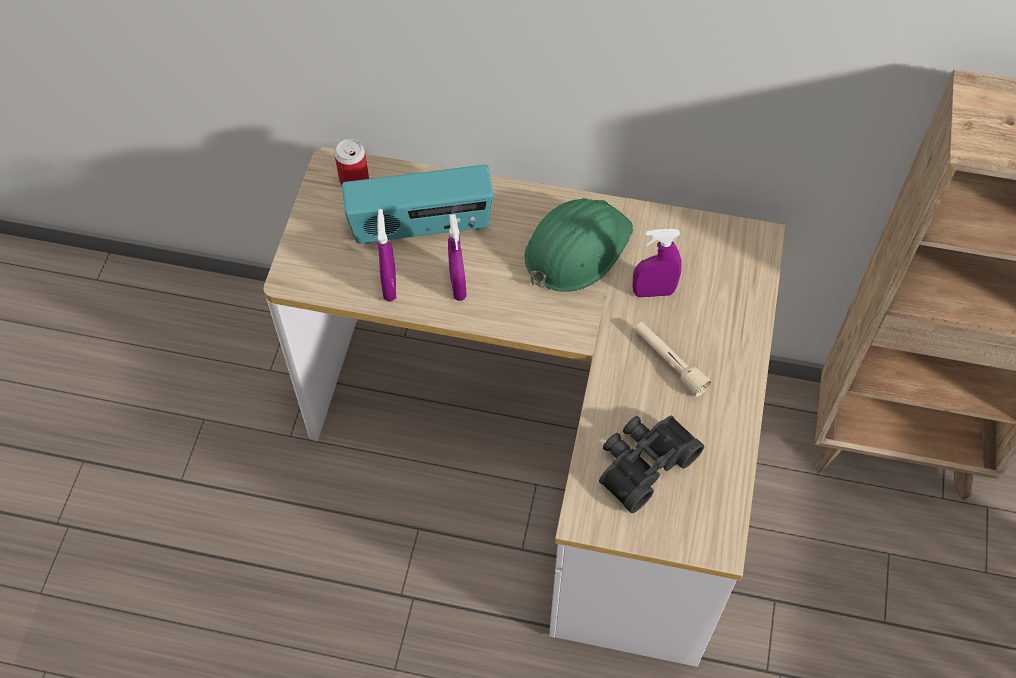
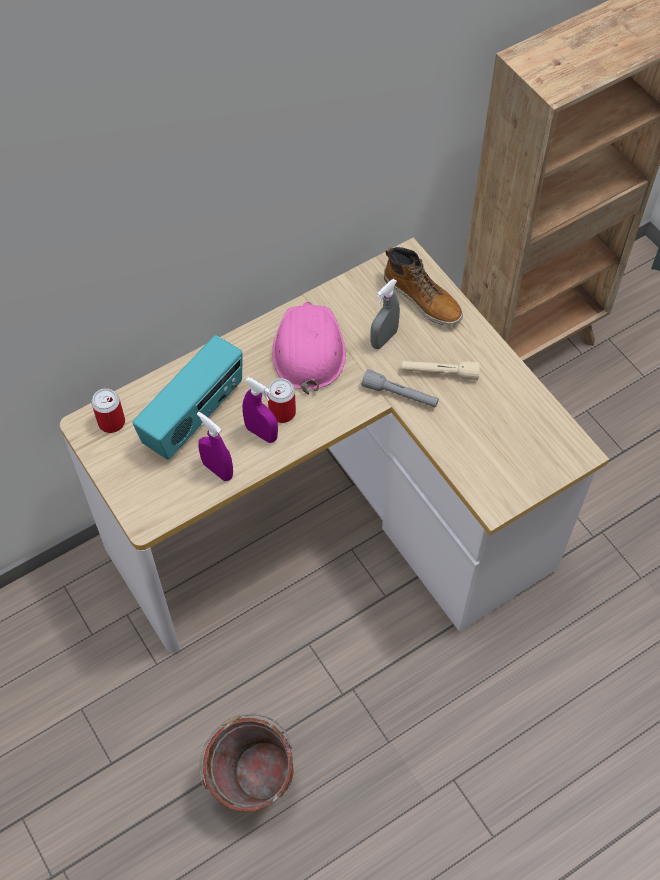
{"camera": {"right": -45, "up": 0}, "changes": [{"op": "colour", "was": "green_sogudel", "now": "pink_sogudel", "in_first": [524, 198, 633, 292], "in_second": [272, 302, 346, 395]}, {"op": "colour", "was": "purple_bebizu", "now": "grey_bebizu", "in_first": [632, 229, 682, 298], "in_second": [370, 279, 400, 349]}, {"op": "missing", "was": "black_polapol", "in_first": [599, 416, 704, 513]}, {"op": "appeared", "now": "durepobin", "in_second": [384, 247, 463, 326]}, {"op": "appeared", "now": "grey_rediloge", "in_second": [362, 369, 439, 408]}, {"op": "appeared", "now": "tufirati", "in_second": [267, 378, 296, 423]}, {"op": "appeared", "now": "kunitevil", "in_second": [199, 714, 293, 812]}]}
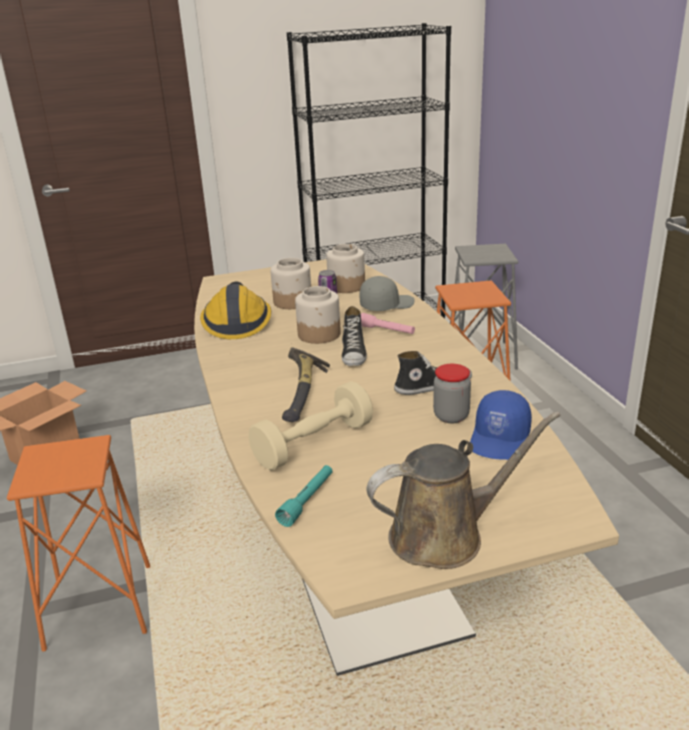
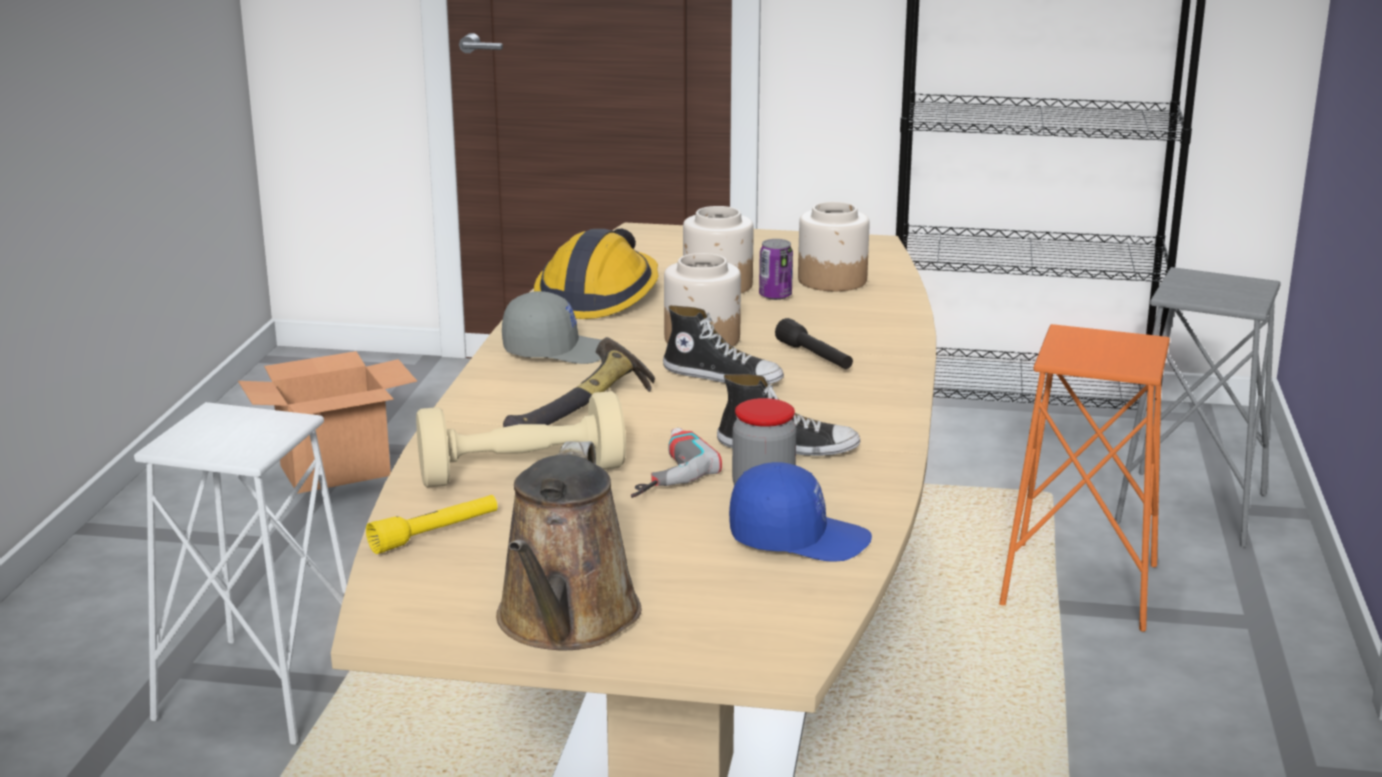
{"camera": {"right": 25, "up": -5}, "changes": [{"op": "relocated", "was": "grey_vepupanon", "in_first": [360, 276, 415, 311], "in_second": [502, 291, 601, 364]}, {"op": "spun", "was": "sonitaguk", "in_first": [342, 306, 367, 366], "in_second": [663, 305, 784, 384], "clockwise": -90}, {"op": "colour", "was": "pink_rediloge", "now": "black_rediloge", "in_first": [361, 313, 415, 334], "in_second": [775, 318, 853, 369]}, {"op": "spun", "was": "blue_vepupanon", "in_first": [470, 390, 532, 460], "in_second": [729, 462, 872, 562], "clockwise": -135}, {"op": "spun", "was": "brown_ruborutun", "in_first": [366, 411, 561, 569], "in_second": [496, 441, 642, 650], "clockwise": 90}, {"op": "colour", "was": "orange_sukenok", "now": "white_sukenok", "in_first": [7, 435, 150, 651], "in_second": [134, 402, 348, 745]}, {"op": "colour", "was": "turquoise_rediloge", "now": "yellow_rediloge", "in_first": [275, 465, 333, 527], "in_second": [366, 495, 497, 554]}, {"op": "appeared", "now": "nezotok", "in_second": [631, 428, 722, 498]}]}
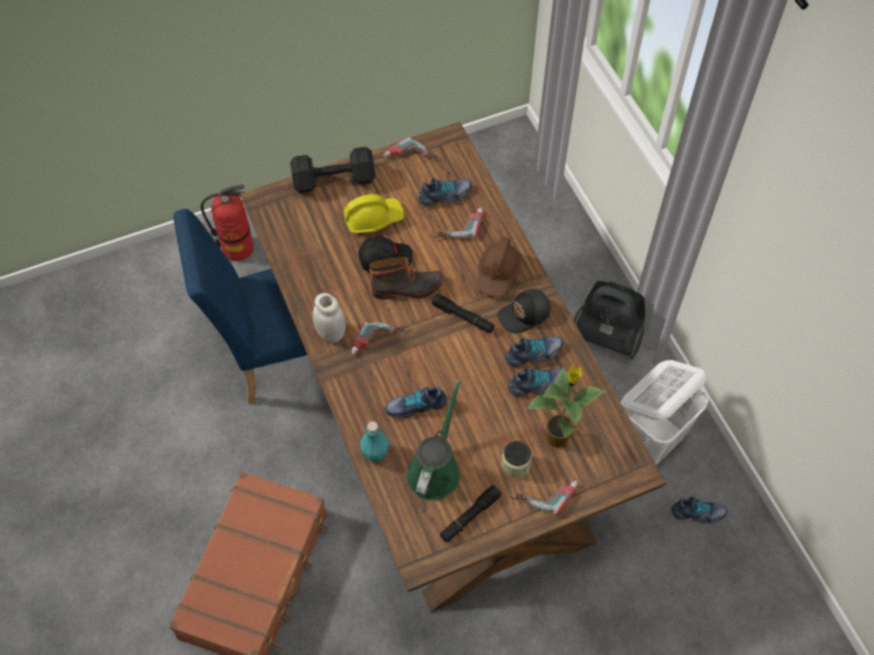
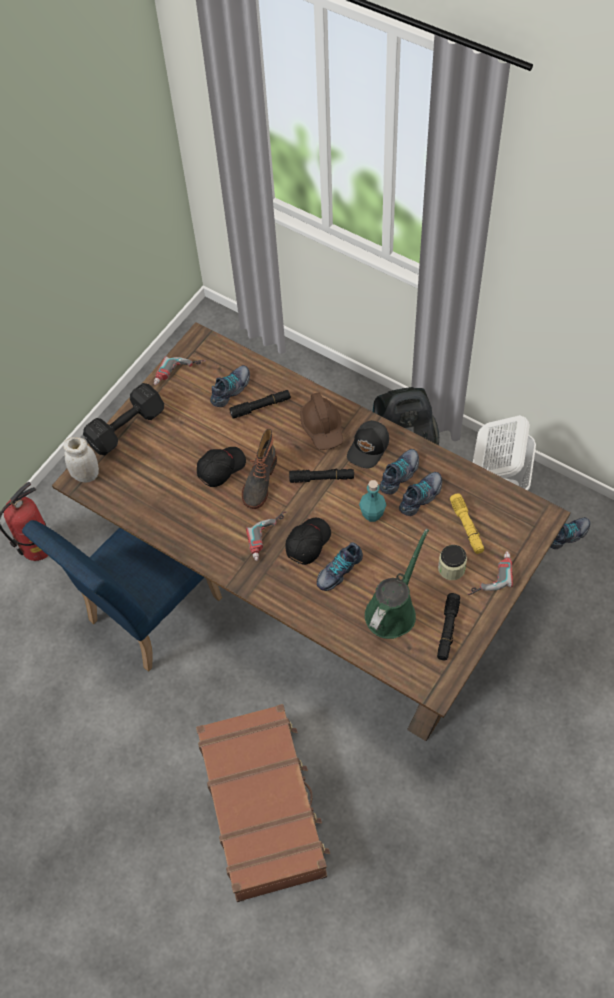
{"camera": {"right": -30, "up": 0}, "changes": [{"op": "missing", "was": "yellow_sogudel", "in_first": [344, 194, 404, 235]}, {"op": "exchanged", "was": "nezotok", "now": "black_rediloge", "in_first": [432, 208, 483, 239], "in_second": [229, 390, 291, 418]}, {"op": "spun", "was": "durepobin", "in_first": [370, 257, 444, 299], "in_second": [242, 429, 277, 509], "clockwise": 150}, {"op": "relocated", "was": "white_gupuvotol", "in_first": [313, 293, 346, 343], "in_second": [63, 437, 99, 482]}, {"op": "exchanged", "was": "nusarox", "now": "yellow_rediloge", "in_first": [527, 366, 607, 448], "in_second": [450, 493, 484, 554]}, {"op": "spun", "was": "green_ruborutun", "in_first": [406, 380, 461, 501], "in_second": [365, 529, 429, 639], "clockwise": 45}, {"op": "relocated", "was": "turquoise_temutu", "in_first": [360, 422, 389, 462], "in_second": [359, 480, 386, 522]}, {"op": "appeared", "now": "black_vepupanon", "in_second": [285, 518, 331, 565]}]}
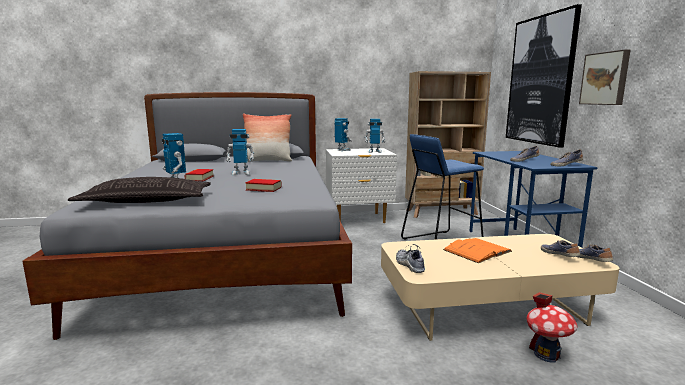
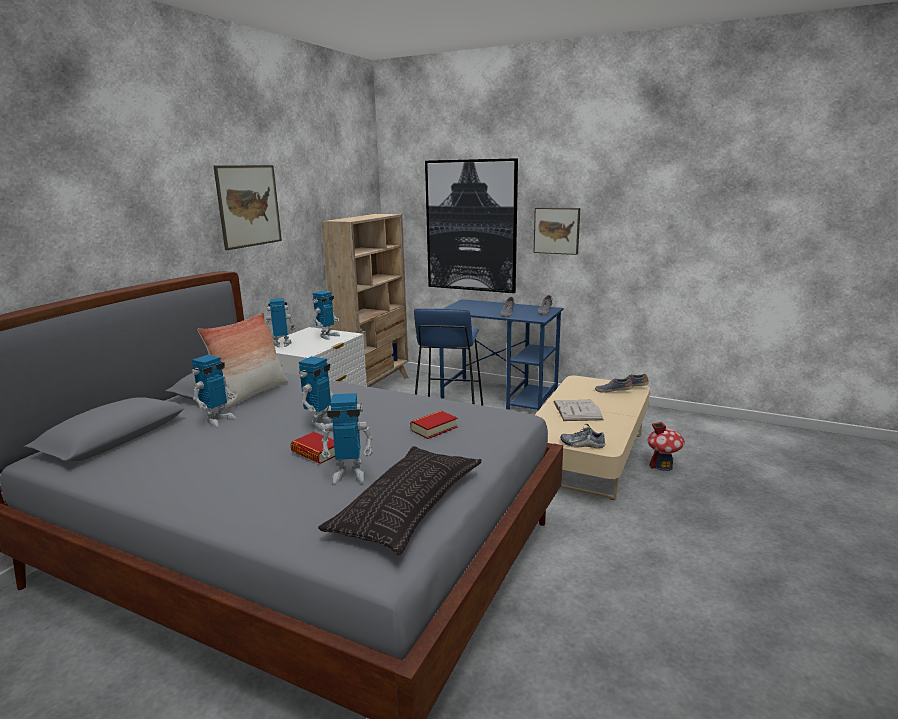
{"camera": {"right": -55, "up": 5}, "changes": [{"op": "colour", "was": "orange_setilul", "now": "white_setilul", "in_first": [443, 238, 512, 263], "in_second": [553, 400, 603, 421]}, {"op": "appeared", "now": "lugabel", "in_second": [213, 165, 282, 250]}, {"op": "appeared", "now": "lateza", "in_second": [191, 355, 236, 427]}]}
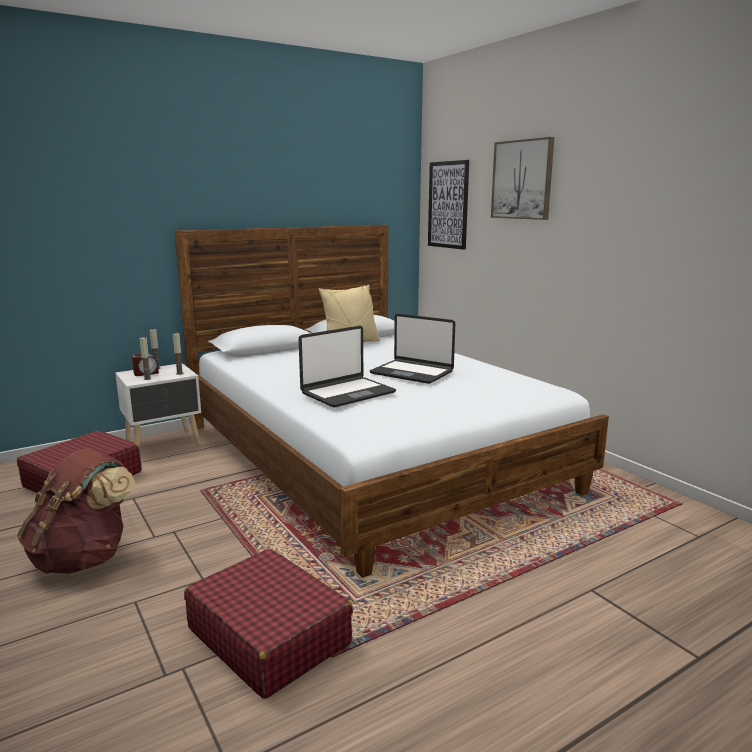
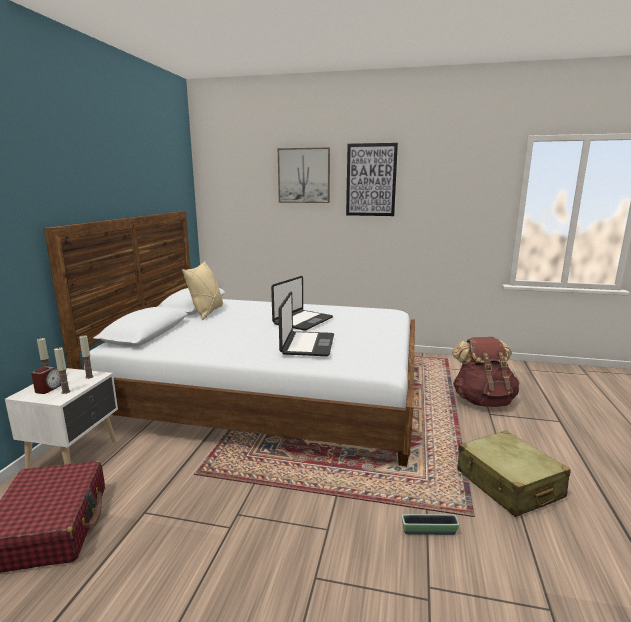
{"camera": {"right": -45, "up": 0}, "changes": [{"op": "relocated", "was": "lugabel", "in_first": [428, 160, 469, 250], "in_second": [346, 143, 398, 216]}, {"op": "spun", "was": "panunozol", "in_first": [370, 314, 455, 384], "in_second": [271, 276, 333, 331], "clockwise": -45}, {"op": "relocated", "was": "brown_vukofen", "in_first": [17, 448, 135, 574], "in_second": [452, 337, 519, 407]}, {"op": "exchanged", "was": "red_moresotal", "now": "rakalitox", "in_first": [184, 549, 353, 699], "in_second": [402, 514, 459, 535]}, {"op": "appeared", "now": "beige_moresotal", "in_second": [457, 430, 571, 517]}]}
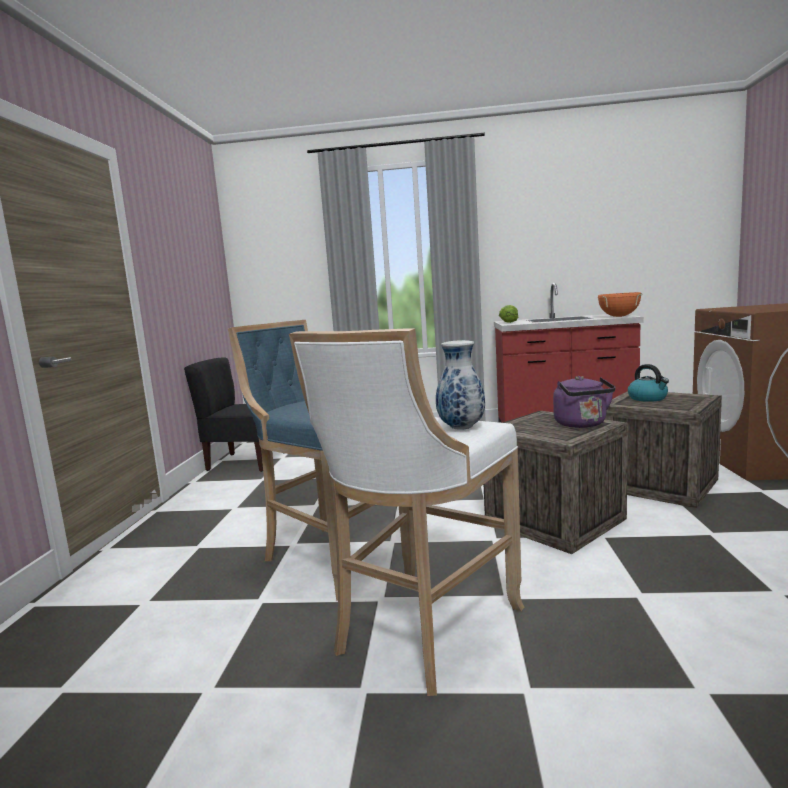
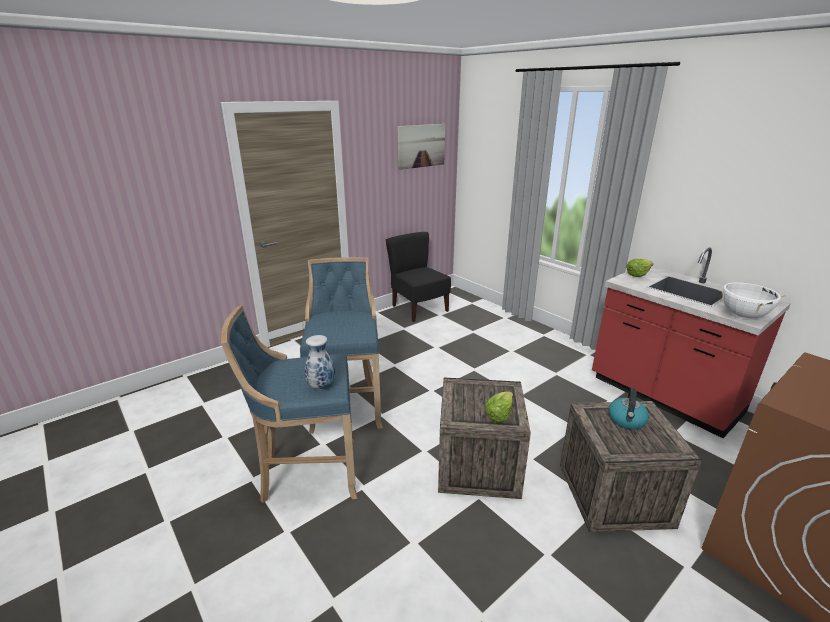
{"camera": {"right": 45, "up": 15}, "changes": [{"op": "colour", "was": "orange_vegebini", "now": "white_vegebini", "in_first": [598, 292, 643, 317], "in_second": [718, 282, 786, 318]}, {"op": "colour", "was": "white_sukenok", "now": "blue_sukenok", "in_first": [289, 328, 524, 696], "in_second": [221, 305, 357, 503]}, {"op": "exchanged", "was": "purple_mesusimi", "now": "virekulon", "in_first": [553, 376, 616, 428], "in_second": [484, 392, 513, 422]}, {"op": "appeared", "now": "lugabel", "in_second": [398, 124, 445, 170]}]}
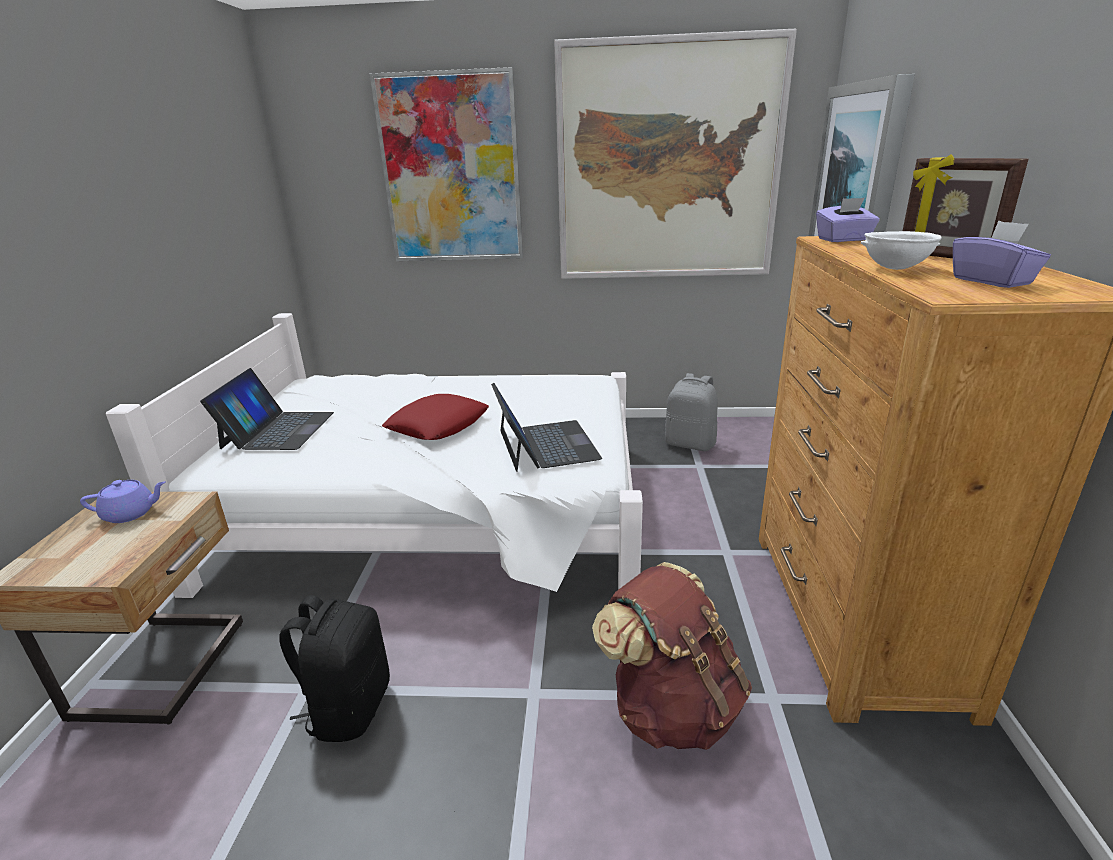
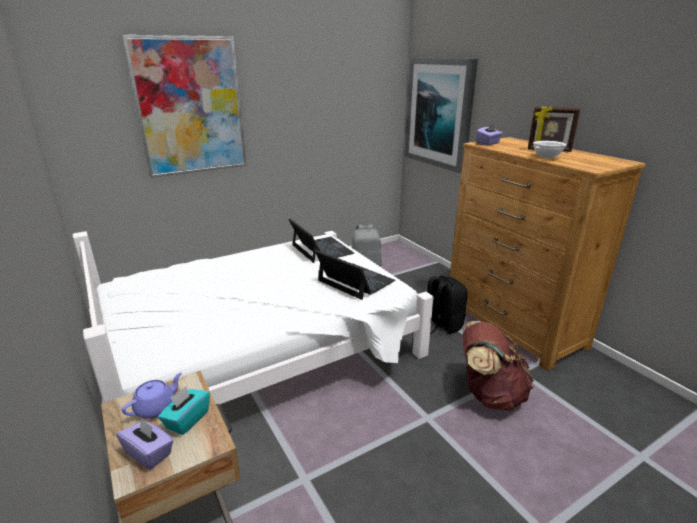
{"camera": {"right": -35, "up": 0}, "changes": [{"op": "missing", "was": "lugabel", "in_first": [554, 29, 797, 279]}, {"op": "relocated", "was": "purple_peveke", "in_first": [953, 221, 1051, 288], "in_second": [117, 418, 173, 470]}, {"op": "relocated", "was": "panunozol", "in_first": [200, 368, 334, 450], "in_second": [288, 218, 354, 263]}, {"op": "missing", "was": "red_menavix", "in_first": [382, 394, 489, 440]}, {"op": "relocated", "was": "black_vukofen", "in_first": [279, 595, 390, 742], "in_second": [427, 275, 467, 334]}, {"op": "appeared", "now": "turquoise_peveke", "in_second": [158, 386, 210, 435]}]}
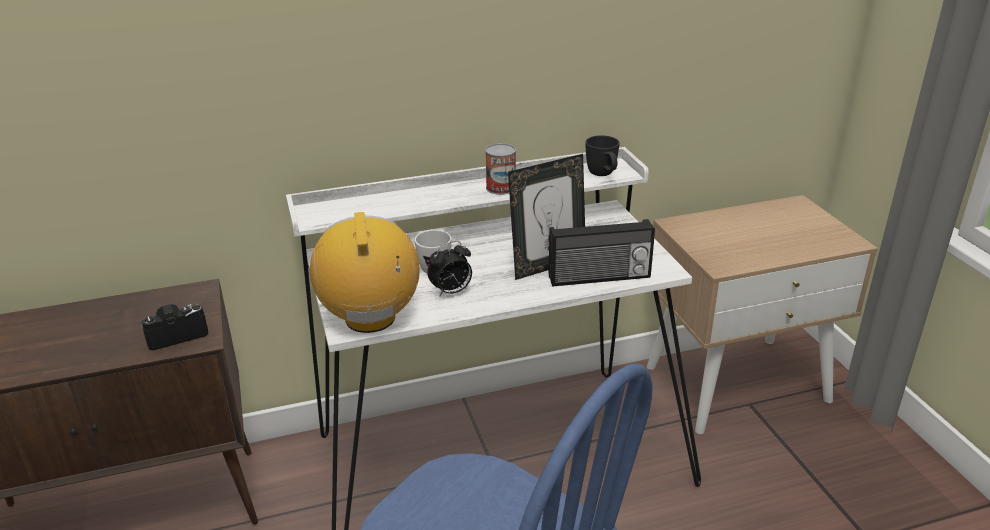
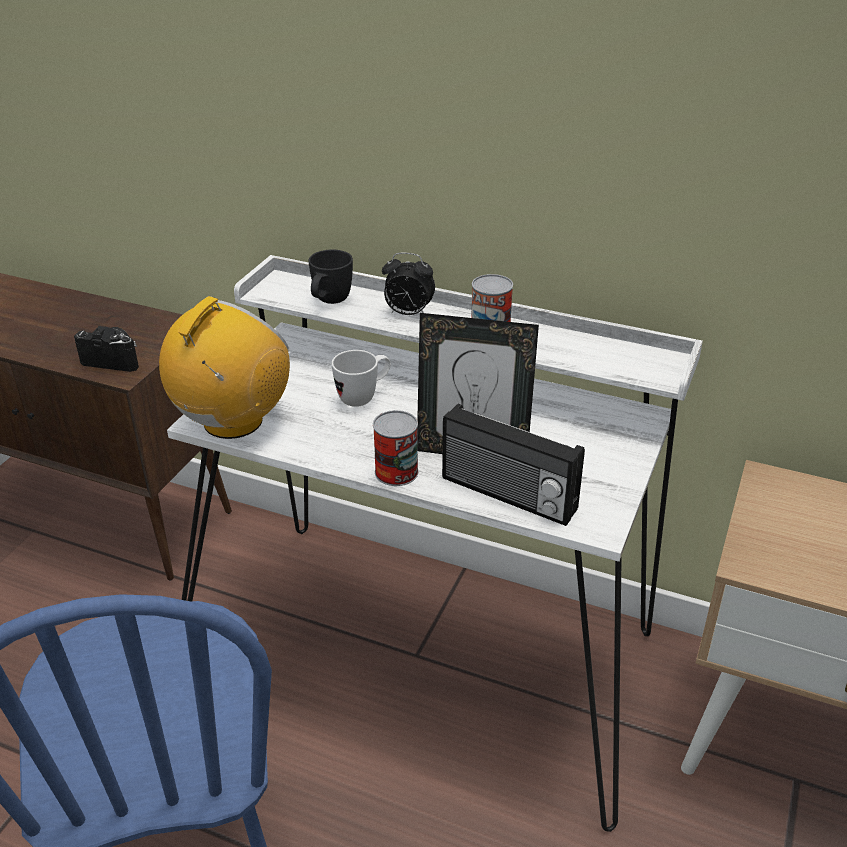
{"camera": {"right": 40, "up": 5}, "changes": [{"op": "relocated", "was": "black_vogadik", "in_first": [585, 135, 620, 176], "in_second": [308, 250, 353, 304]}, {"op": "relocated", "was": "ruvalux", "in_first": [427, 241, 472, 297], "in_second": [382, 252, 435, 315]}, {"op": "appeared", "now": "tufirati", "in_second": [373, 410, 418, 486]}]}
